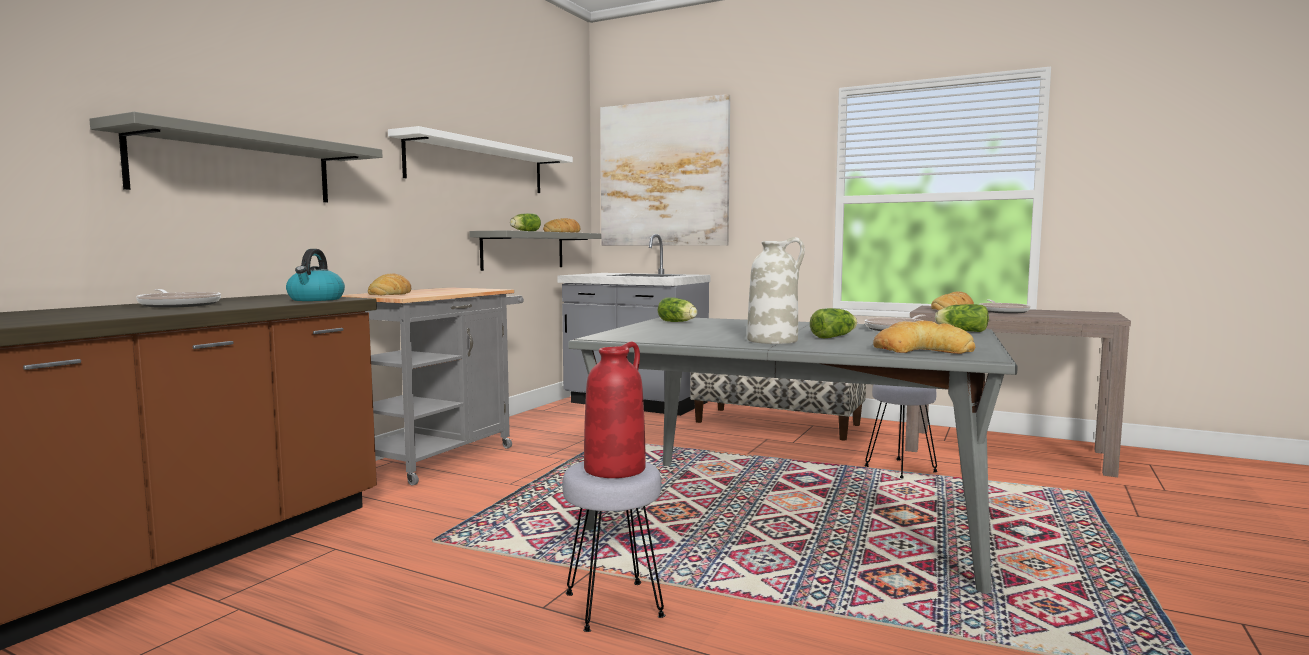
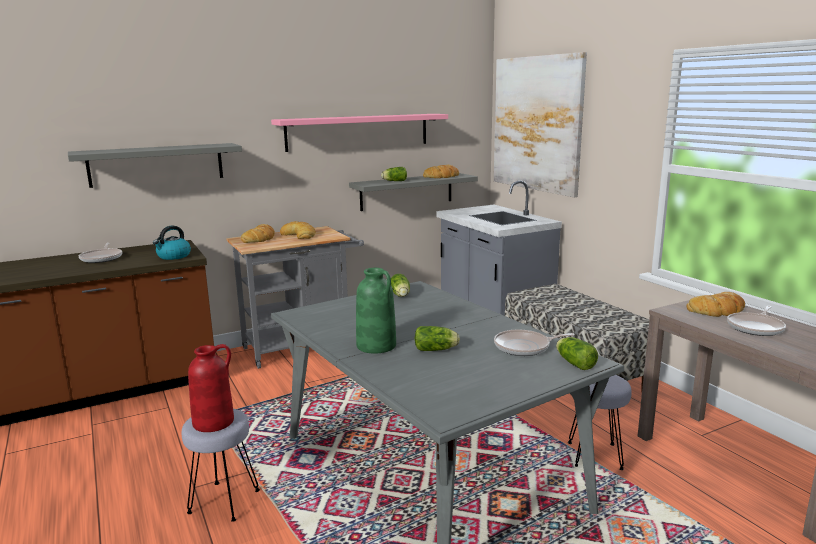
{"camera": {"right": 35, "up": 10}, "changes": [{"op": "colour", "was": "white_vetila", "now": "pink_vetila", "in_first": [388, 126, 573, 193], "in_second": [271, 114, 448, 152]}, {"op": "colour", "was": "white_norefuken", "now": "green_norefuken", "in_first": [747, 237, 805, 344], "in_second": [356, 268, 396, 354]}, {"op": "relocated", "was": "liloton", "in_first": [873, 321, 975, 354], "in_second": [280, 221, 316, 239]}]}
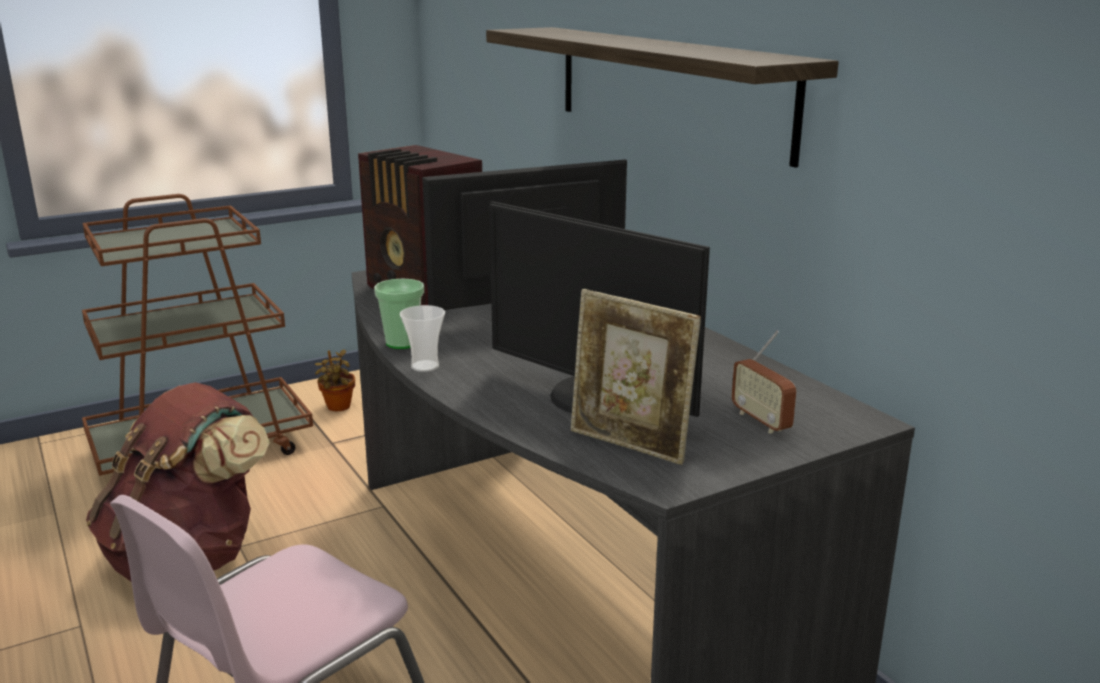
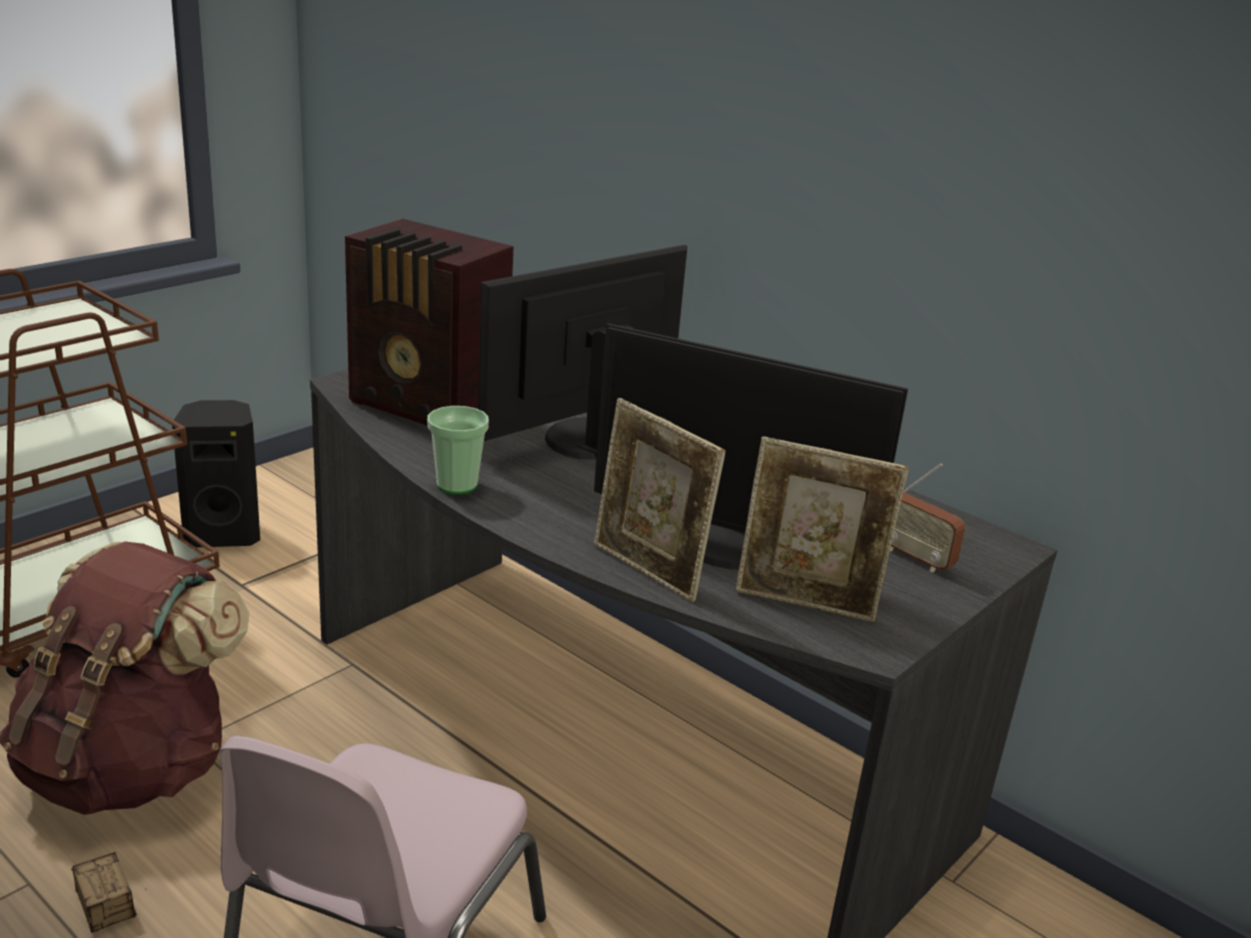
{"camera": {"right": -20, "up": 5}, "changes": [{"op": "missing", "was": "vetila", "in_first": [486, 27, 839, 168]}, {"op": "missing", "was": "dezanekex", "in_first": [400, 305, 445, 372]}, {"op": "exchanged", "was": "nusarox", "now": "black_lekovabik", "in_first": [315, 350, 355, 411], "in_second": [172, 400, 260, 548]}, {"op": "appeared", "now": "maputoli", "in_second": [594, 398, 726, 602]}, {"op": "appeared", "now": "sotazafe", "in_second": [71, 852, 146, 933]}]}
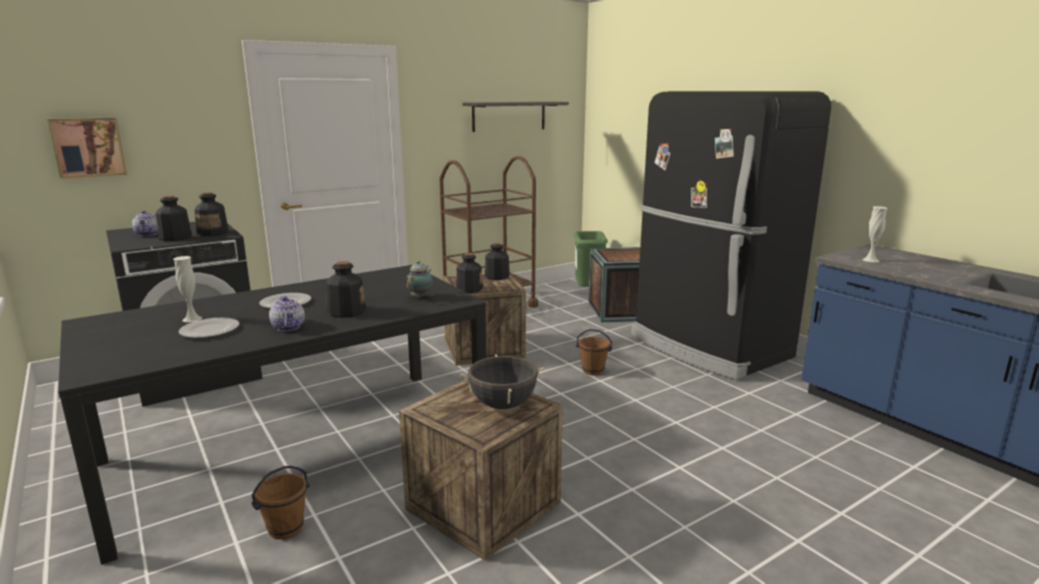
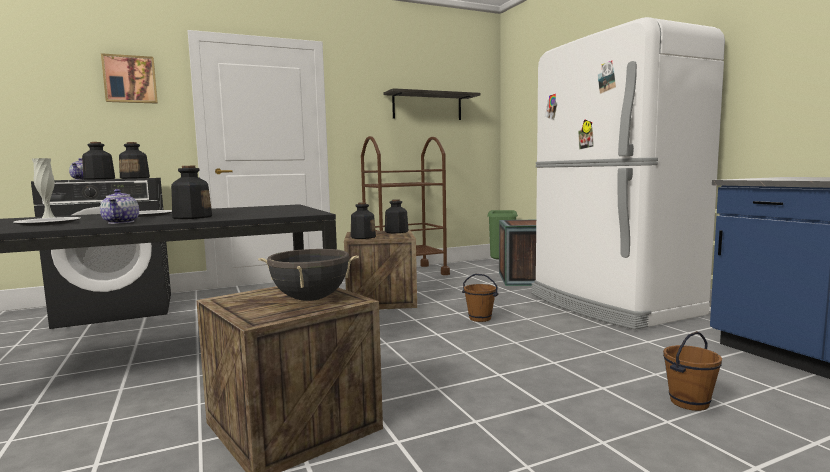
{"camera": {"right": 10, "up": -10}, "changes": [{"op": "colour", "was": "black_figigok", "now": "white_figigok", "in_first": [631, 91, 831, 379], "in_second": [531, 17, 725, 330]}, {"op": "relocated", "was": "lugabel", "in_first": [47, 117, 127, 179], "in_second": [101, 53, 158, 104]}, {"op": "missing", "was": "white_norefuken", "in_first": [862, 206, 888, 262]}, {"op": "missing", "was": "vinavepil", "in_first": [406, 261, 433, 298]}, {"op": "relocated", "was": "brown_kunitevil", "in_first": [251, 466, 310, 539], "in_second": [663, 331, 722, 411]}]}
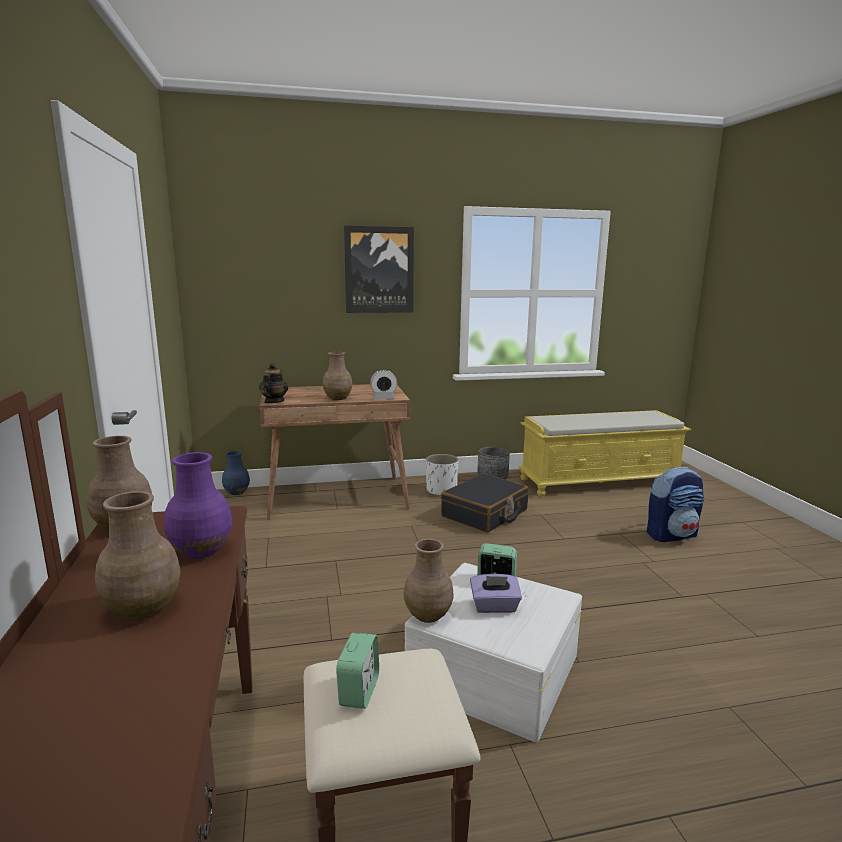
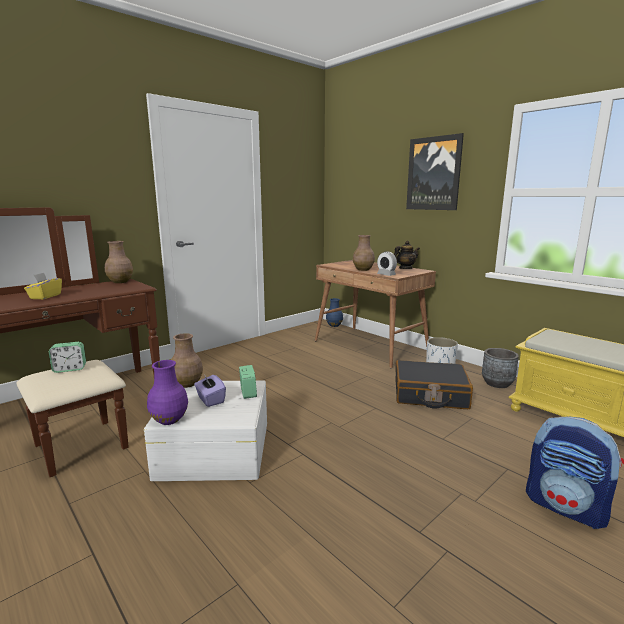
{"camera": {"right": 60, "up": 0}, "changes": [{"op": "relocated", "was": "vinavepil", "in_first": [259, 363, 288, 403], "in_second": [394, 241, 420, 269]}, {"op": "relocated", "was": "purple_norefuken", "in_first": [164, 452, 232, 559], "in_second": [147, 360, 188, 425]}, {"op": "exchanged", "was": "brown_norefuken", "now": "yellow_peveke", "in_first": [95, 491, 181, 620], "in_second": [24, 273, 62, 299]}]}
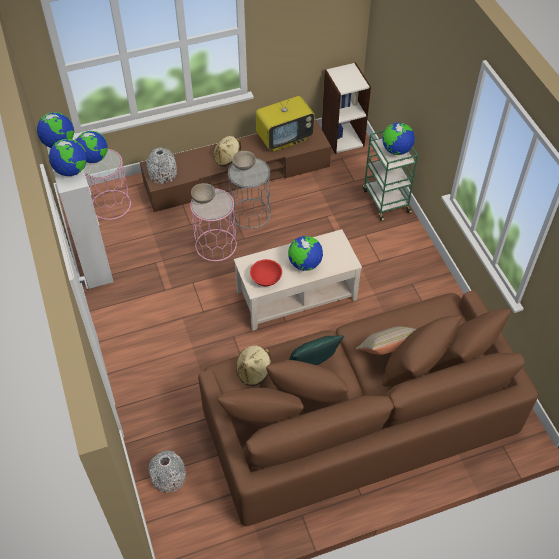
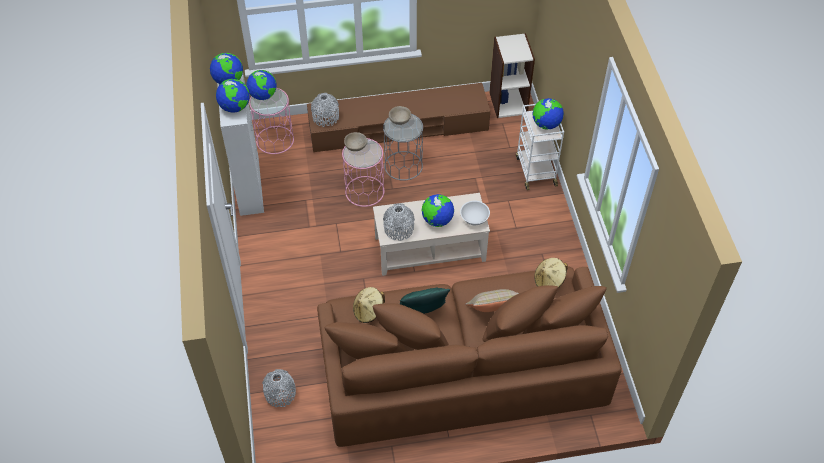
{"camera": {"right": 10, "up": 0}, "changes": [{"op": "missing", "was": "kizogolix", "in_first": [256, 89, 315, 151]}, {"op": "colour", "was": "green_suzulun", "now": "white_suzulun", "in_first": [363, 130, 418, 221], "in_second": [516, 104, 564, 190]}, {"op": "relocated", "was": "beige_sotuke", "in_first": [213, 136, 241, 166], "in_second": [534, 258, 568, 288]}, {"op": "exchanged", "was": "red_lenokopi", "now": "grey_norefuken", "in_first": [250, 259, 282, 286], "in_second": [383, 203, 415, 241]}, {"op": "appeared", "now": "white_lenokopi", "in_second": [460, 201, 490, 225]}]}
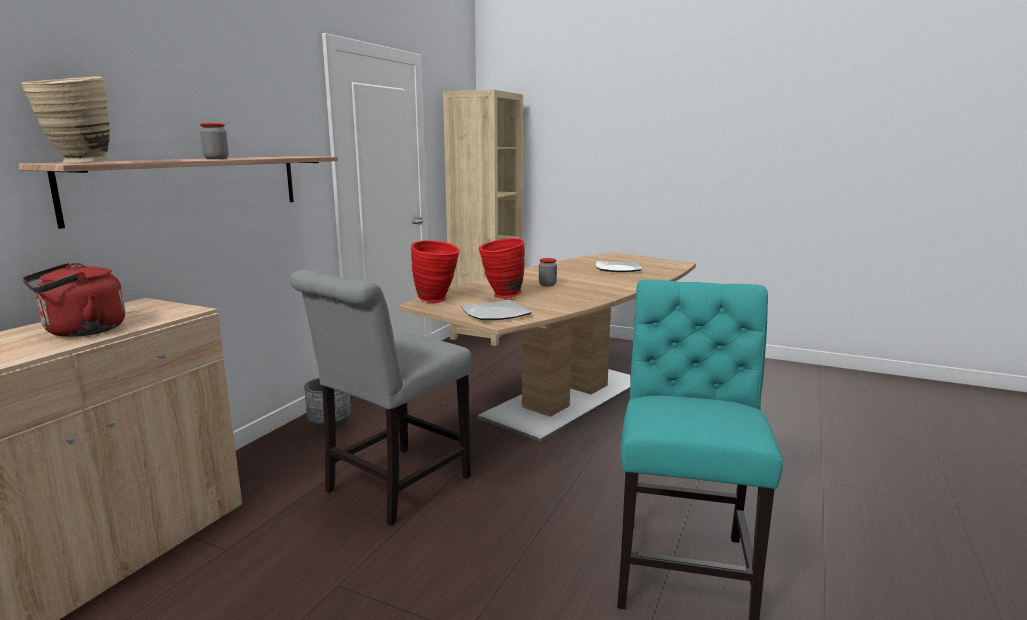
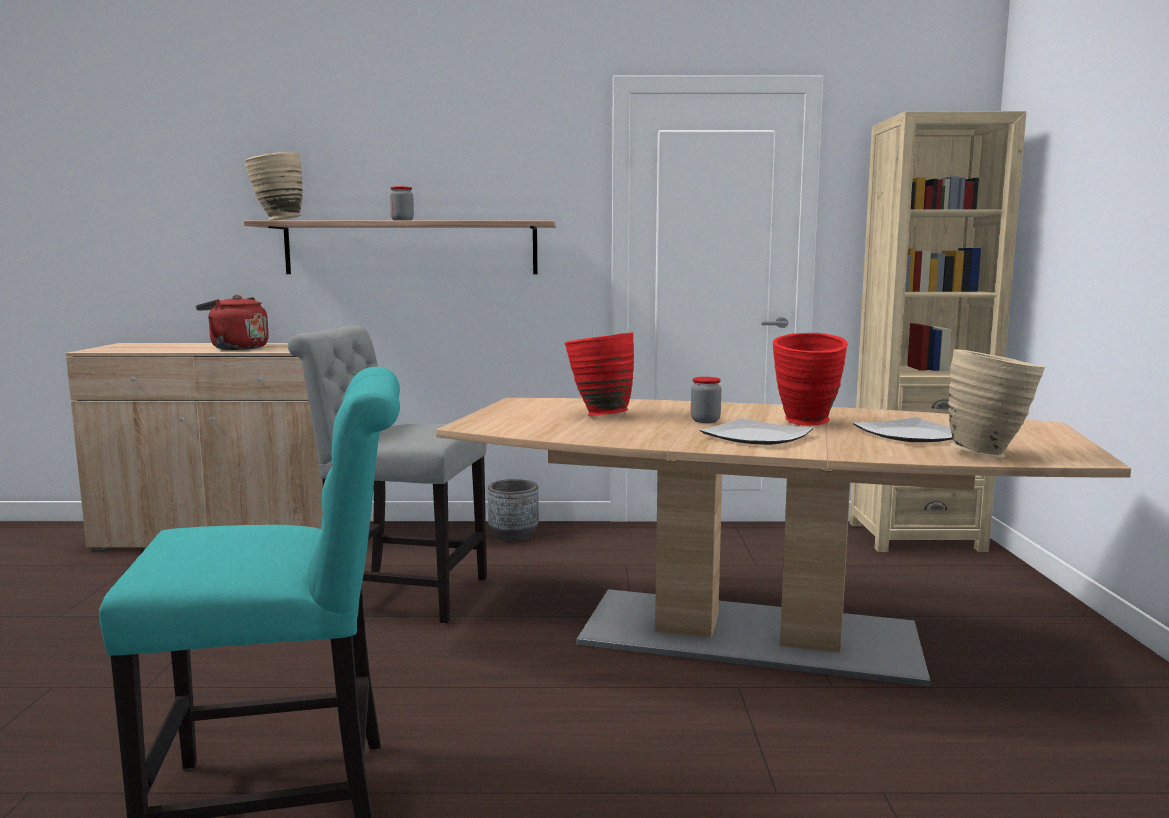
{"camera": {"right": 65, "up": -5}, "changes": [{"op": "relocated", "was": "red_norefuken", "in_first": [411, 240, 460, 303], "in_second": [773, 333, 848, 426]}, {"op": "relocated", "was": "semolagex", "in_first": [461, 300, 532, 320], "in_second": [700, 418, 813, 445]}, {"op": "appeared", "now": "beige_norefuken", "in_second": [948, 349, 1045, 458]}]}
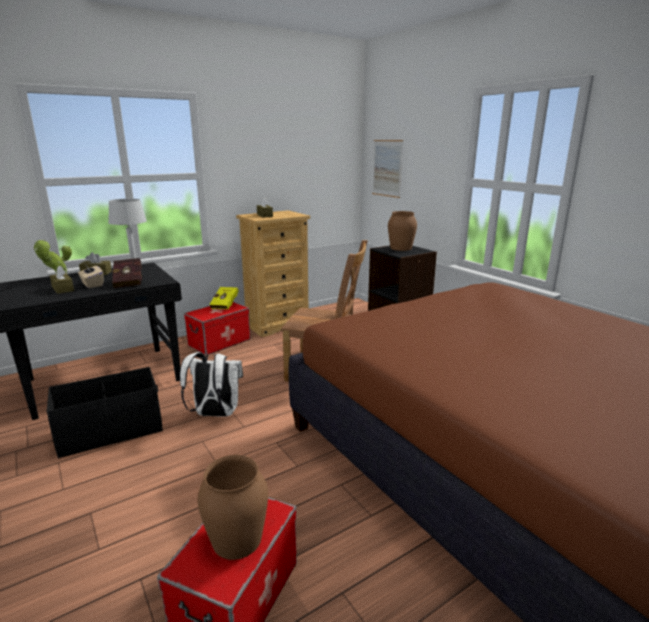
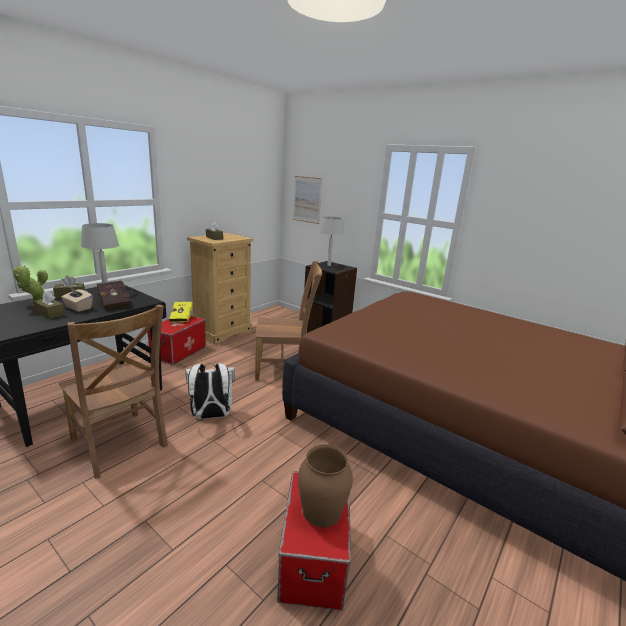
{"camera": {"right": -20, "up": 0}, "changes": [{"op": "exchanged", "was": "brown_norefuken", "now": "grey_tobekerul", "in_first": [388, 211, 417, 251], "in_second": [320, 216, 344, 266]}, {"op": "exchanged", "was": "black_sotazafe", "now": "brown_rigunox", "in_first": [47, 367, 163, 458], "in_second": [59, 305, 168, 479]}]}
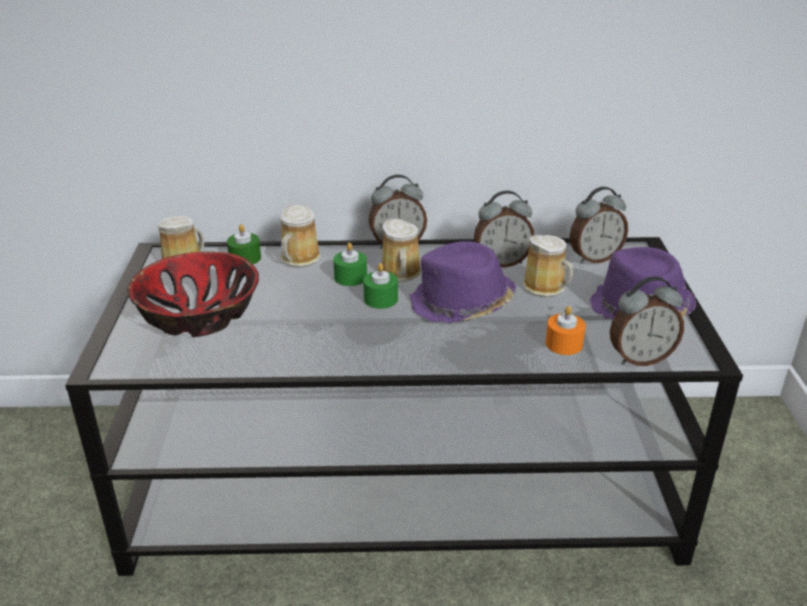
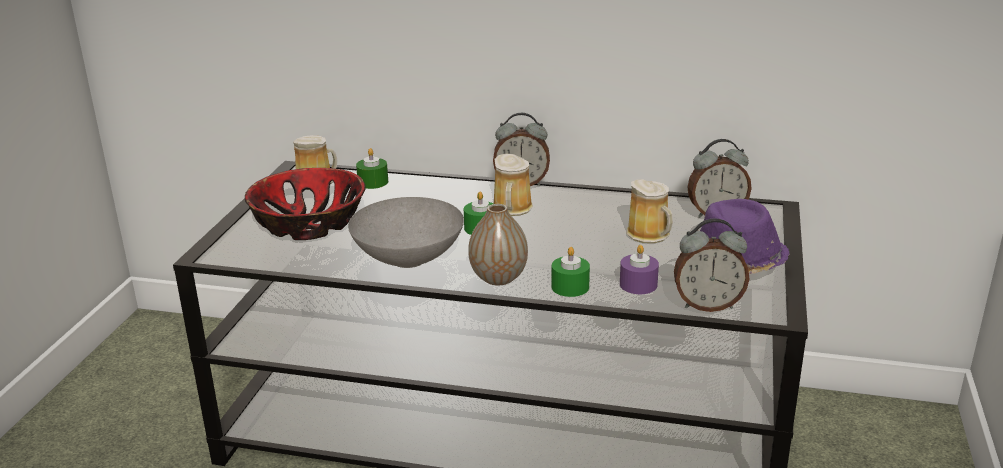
{"camera": {"right": 15, "up": -5}, "changes": [{"op": "missing", "was": "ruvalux", "in_first": [474, 191, 535, 268]}, {"op": "missing", "was": "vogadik", "in_first": [280, 204, 321, 267]}, {"op": "missing", "was": "purple_sotuke", "in_first": [410, 241, 516, 324]}, {"op": "relocated", "was": "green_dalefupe", "in_first": [333, 243, 367, 286], "in_second": [551, 247, 590, 297]}, {"op": "colour", "was": "orange_dalefupe", "now": "purple_dalefupe", "in_first": [545, 306, 586, 355], "in_second": [620, 245, 659, 294]}, {"op": "appeared", "now": "grey_lenokopi", "in_second": [348, 197, 464, 268]}, {"op": "appeared", "now": "norefuken", "in_second": [468, 204, 528, 285]}]}
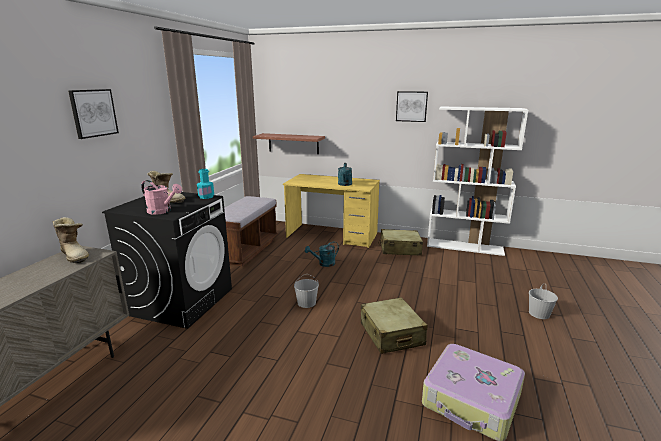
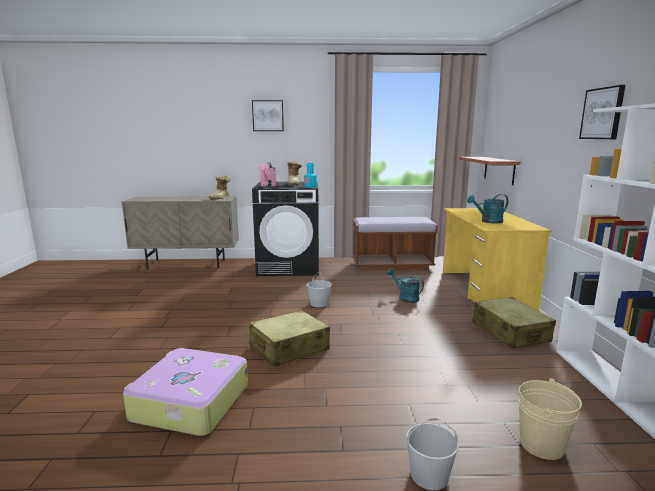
{"camera": {"right": 70, "up": -5}, "changes": [{"op": "appeared", "now": "beige_kunitevil", "in_second": [518, 378, 582, 460]}]}
